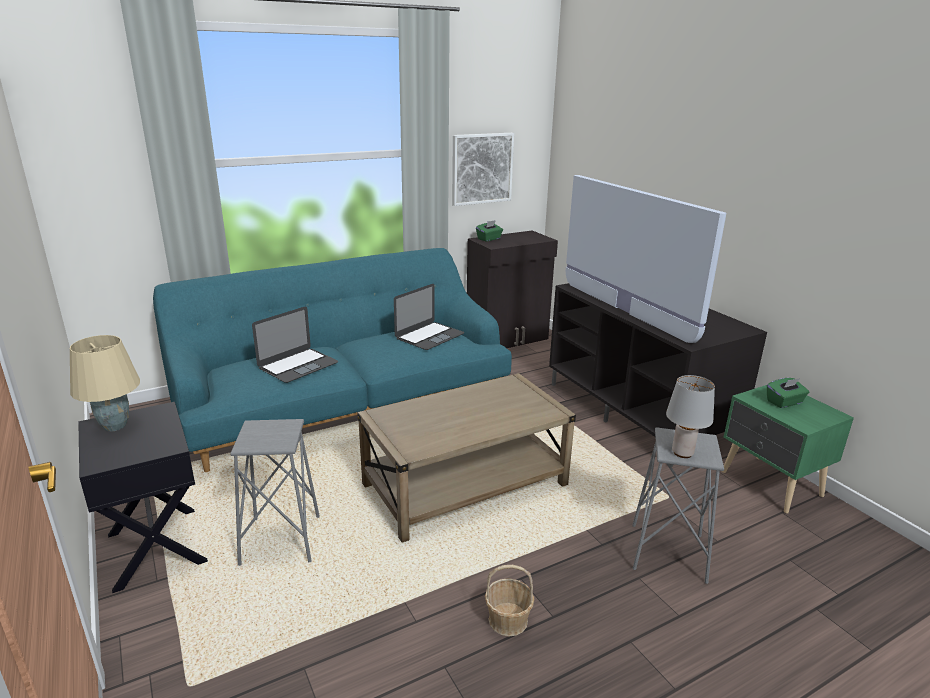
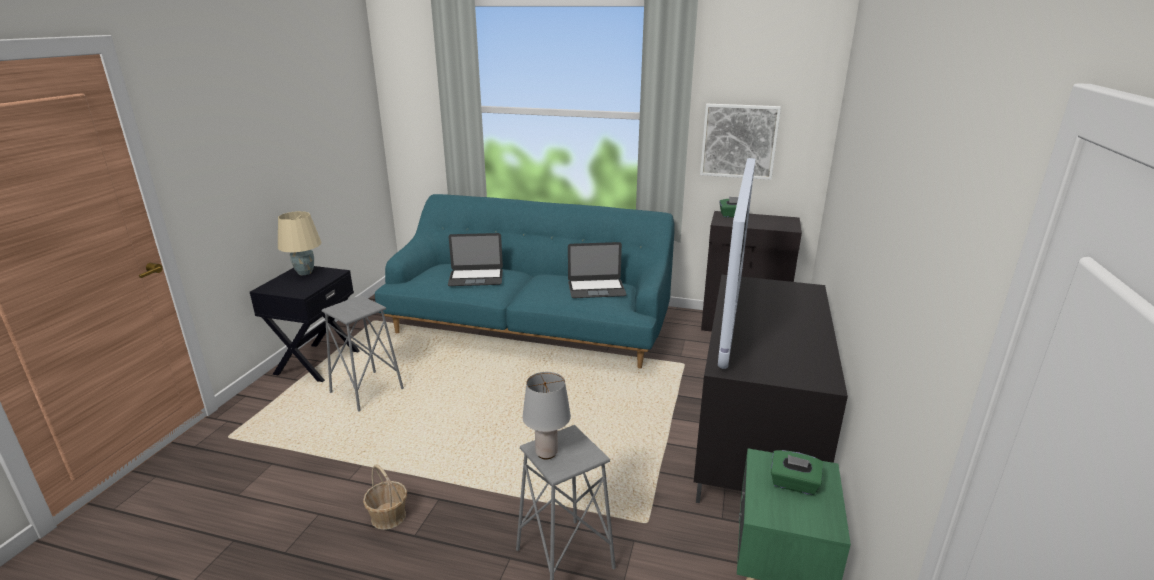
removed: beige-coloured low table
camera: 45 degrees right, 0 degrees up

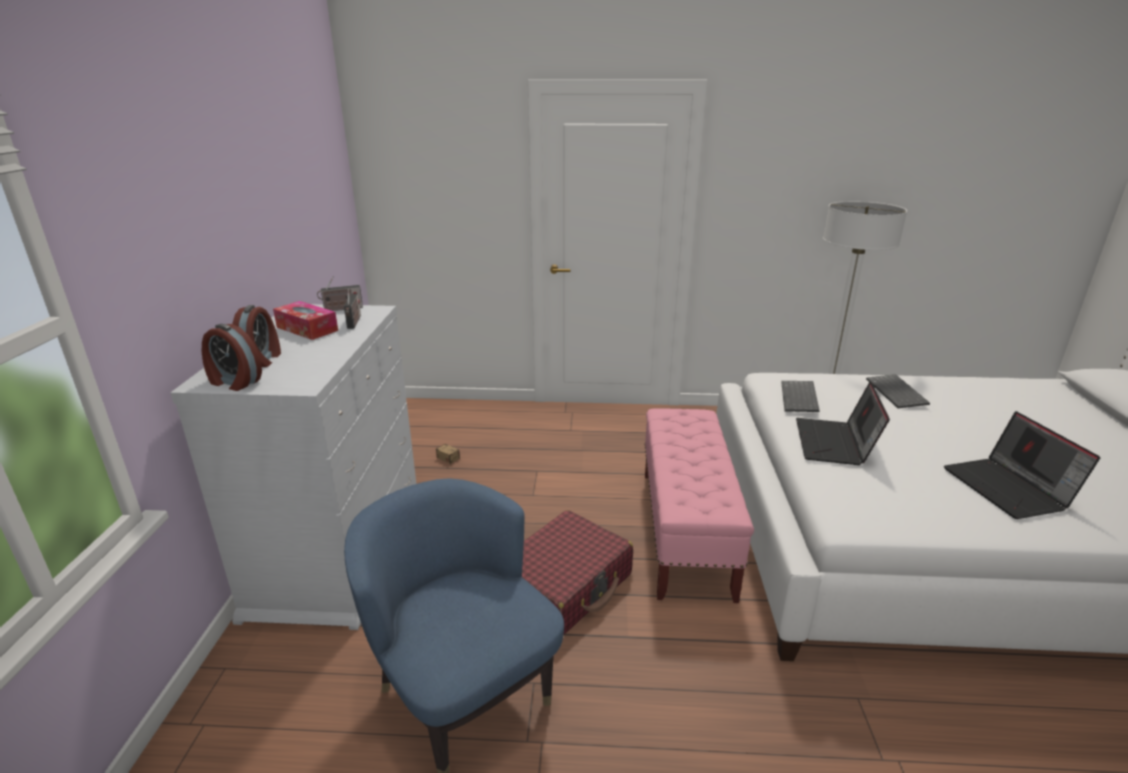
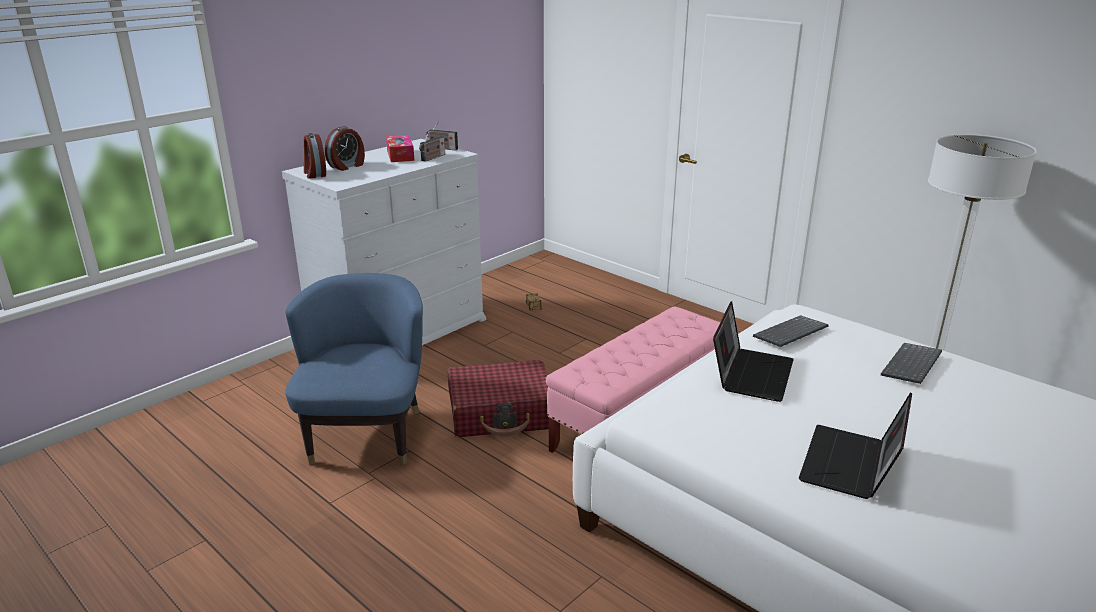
turned: notebook computer (1st from left) 150 degrees clockwise
camera: 40 degrees right, 0 degrees up

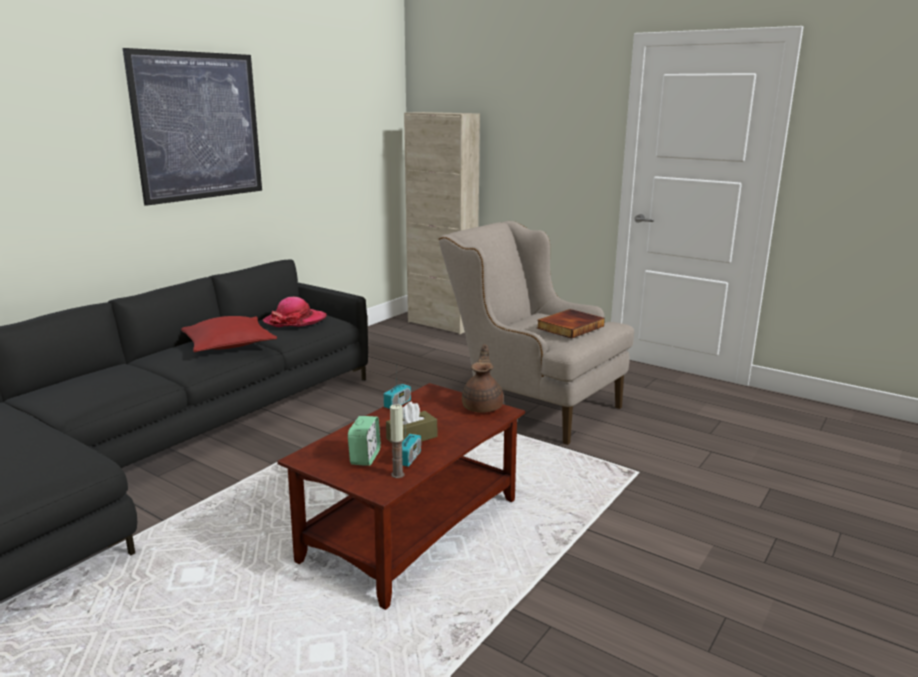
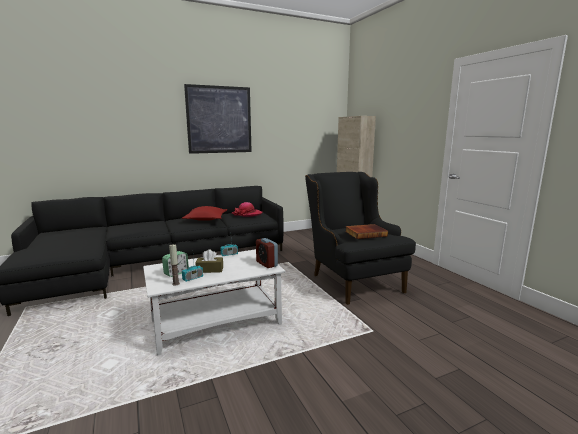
replaced: brown-coloured teapot to table clock (2nd from left)
recoloured: brown-coloured low table to white-coloured low table; beige-coloured easy chair to black easy chair
camera: 30 degrees right, 5 degrees down

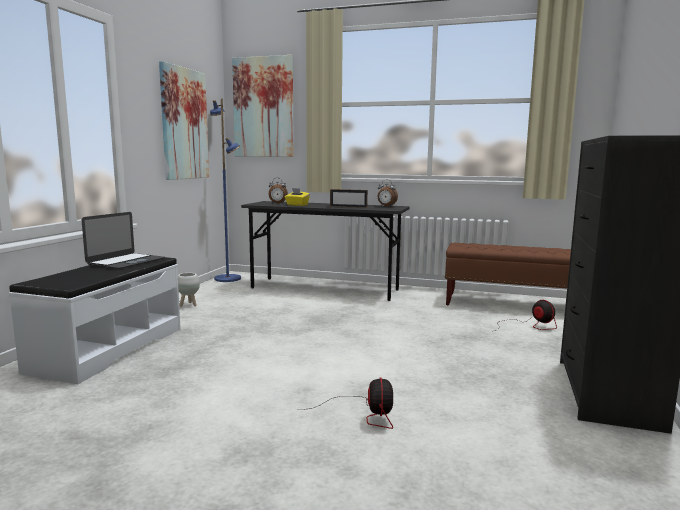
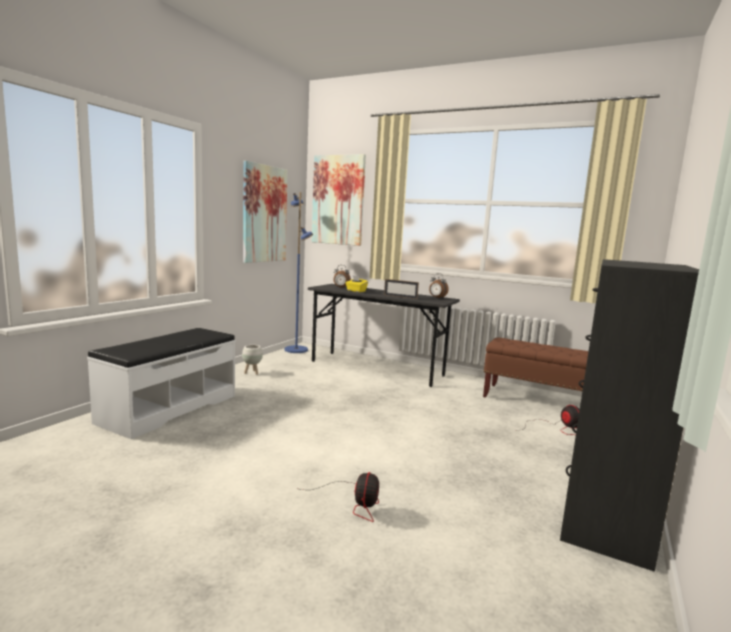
removed: notebook computer
camera: 10 degrees right, 0 degrees up

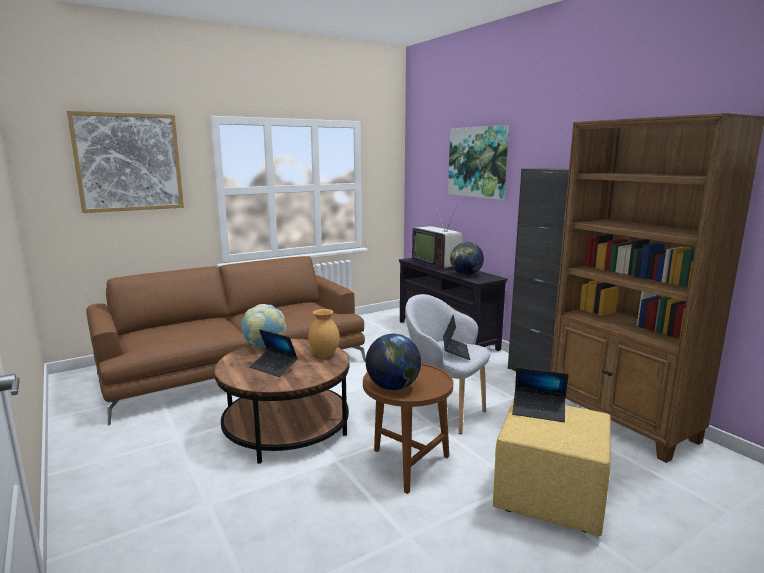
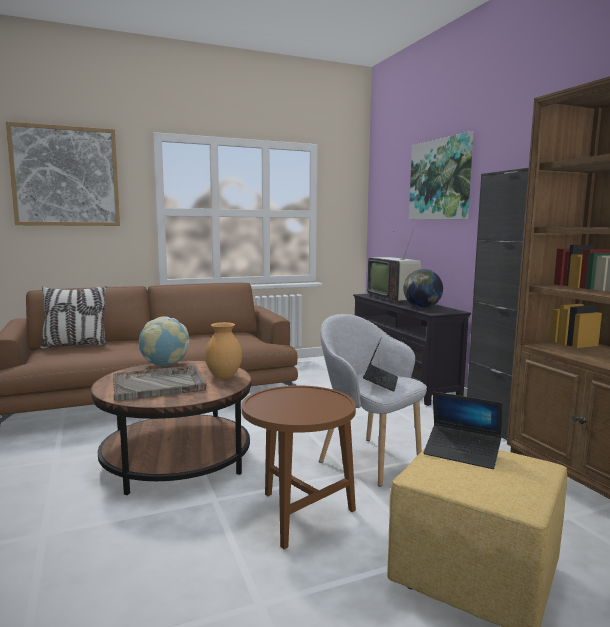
removed: globe (2nd from left)
added: pillow
replaced: notebook computer (1st from left) to gray tray
camera: 10 degrees right, 5 degrees down

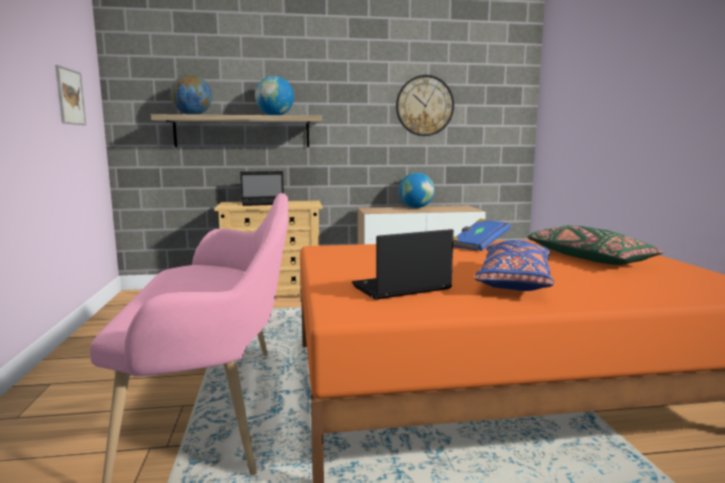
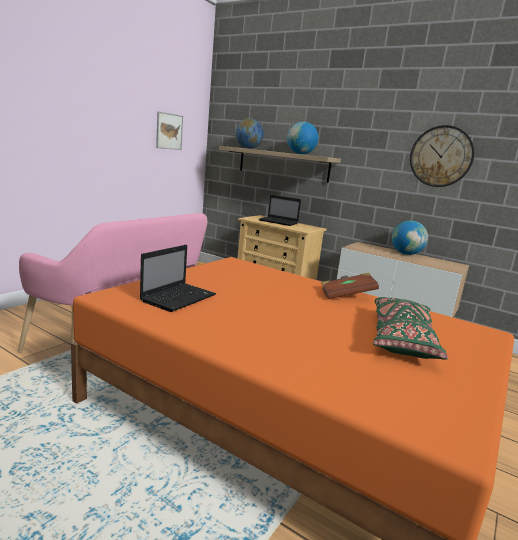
removed: blue-coloured pillow
recoloured: blue-coloured volume to brown-coloured volume
turned: notebook computer (2nd from left in the first image) 105 degrees clockwise
camera: 40 degrees right, 5 degrees up

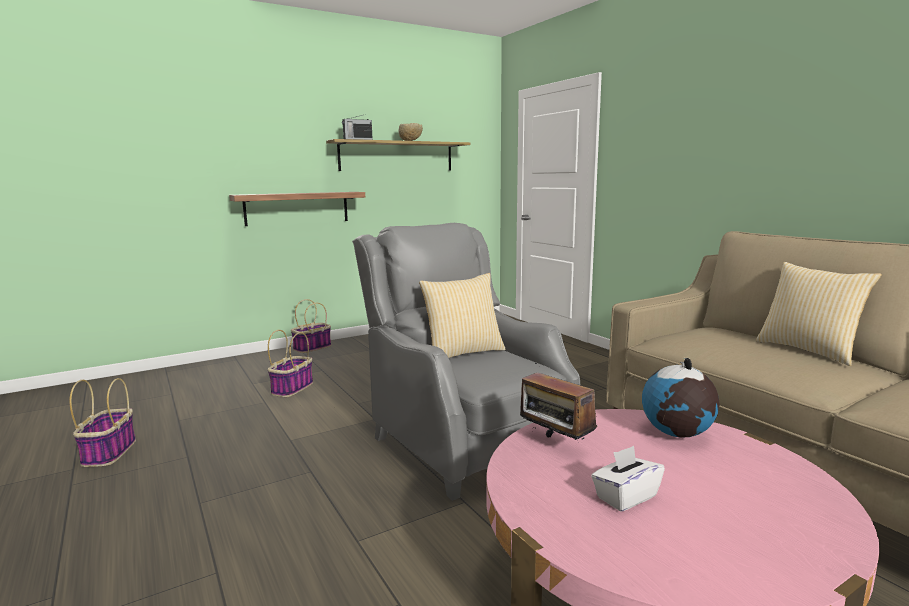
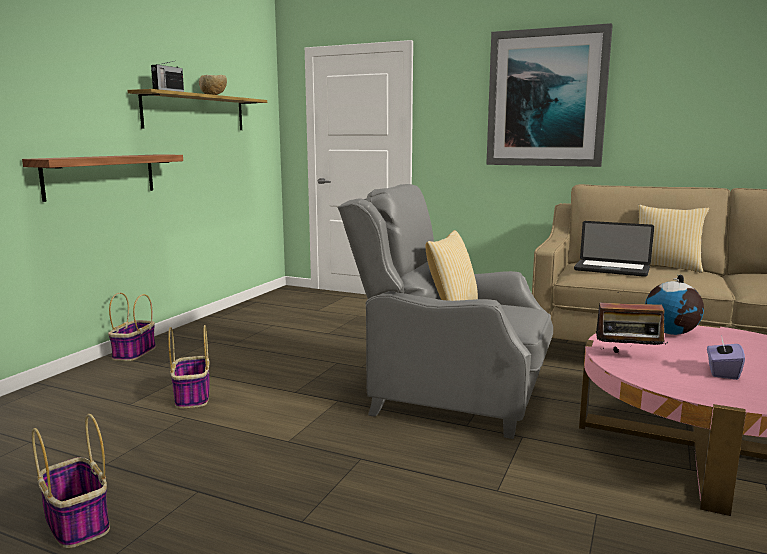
added: picture; notebook computer
recoloured: white-coloured box of tissues to purplish box of tissues
camera: 35 degrees left, 0 degrees up

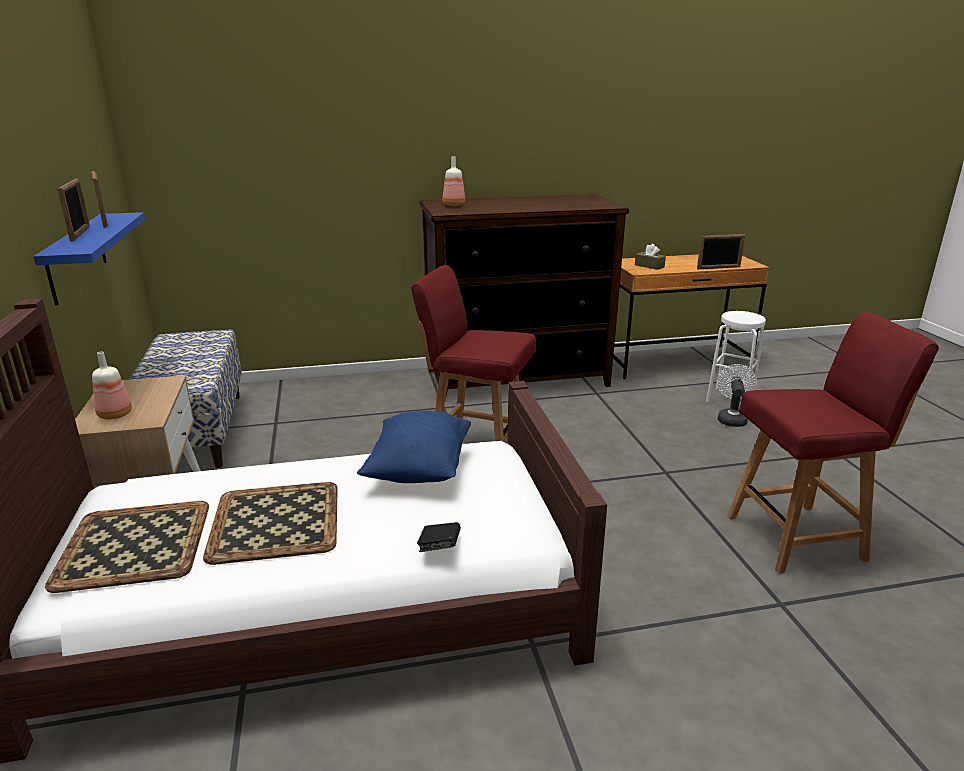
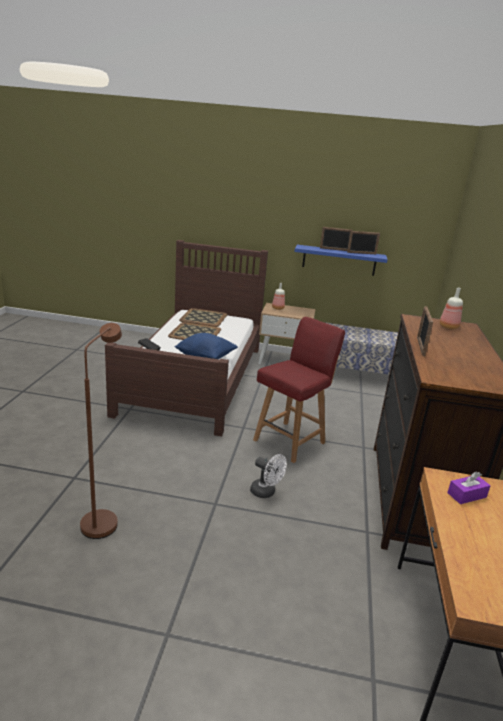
removed: white-coloured stool
moved: photo frame (3rd from left); white-coloured electric fan
replaced: reddish chair (2nd from left) to brown-coloured standing lamp
recoloured: brown-coloured box of tissues to purplish box of tissues
camera: 110 degrees right, 0 degrees up

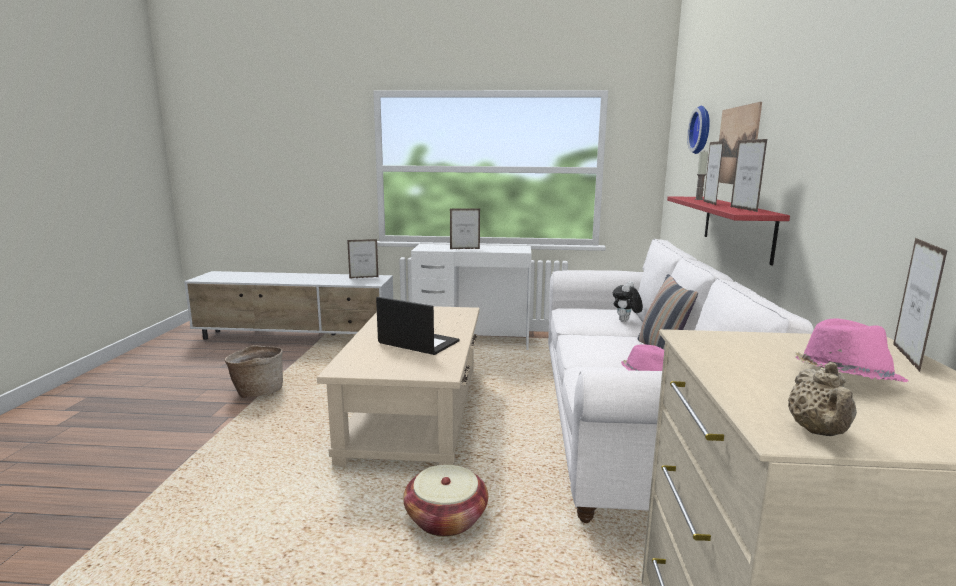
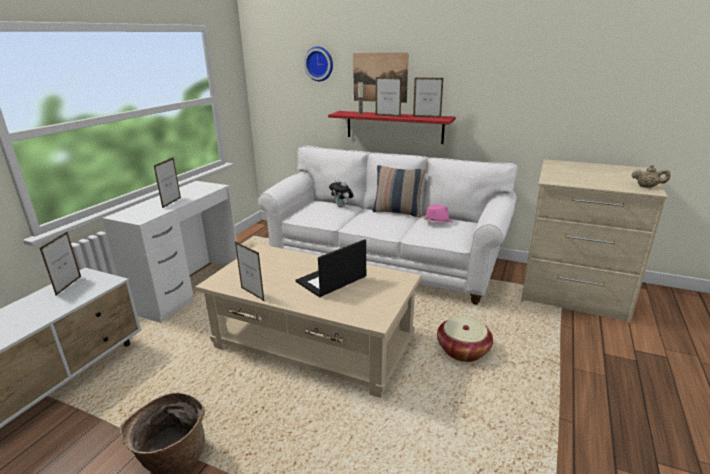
removed: pink clothing hat (2nd from left)
moved: photo frame (5th from left in the first image) to photo frame (3rd from left)
camera: 70 degrees left, 10 degrees up

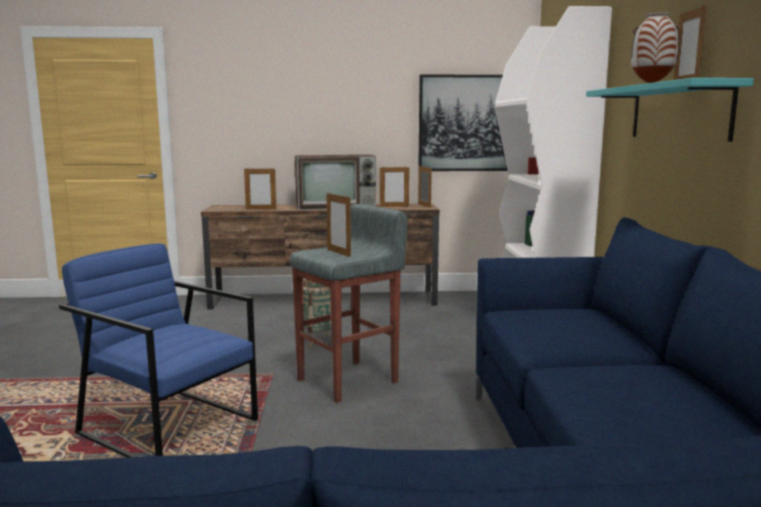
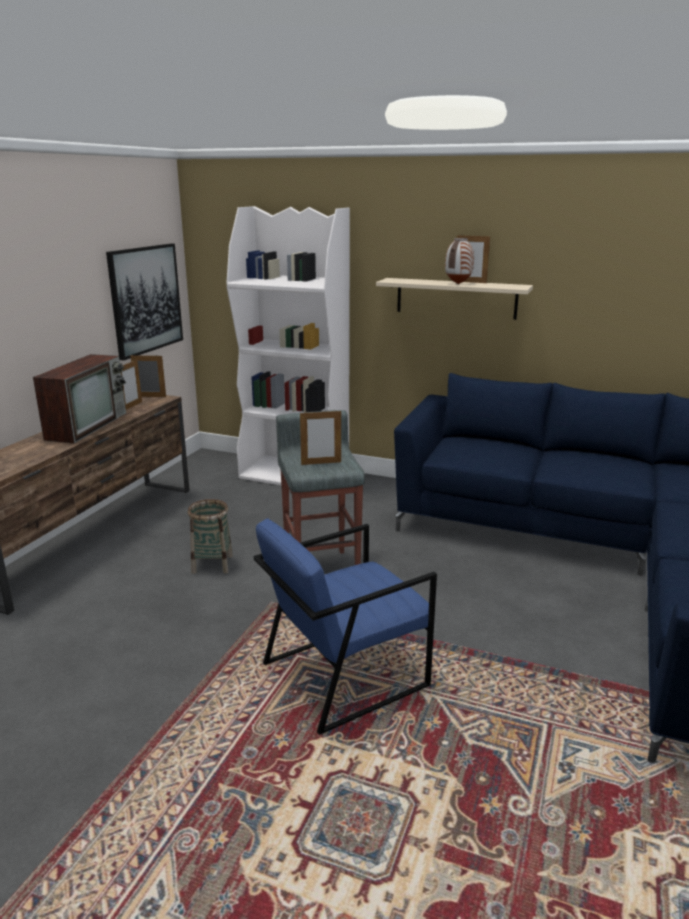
removed: photo frame (1st from left)
recoloured: turquoise-coloured shelf to beige-coloured shelf
camera: 65 degrees left, 10 degrees up

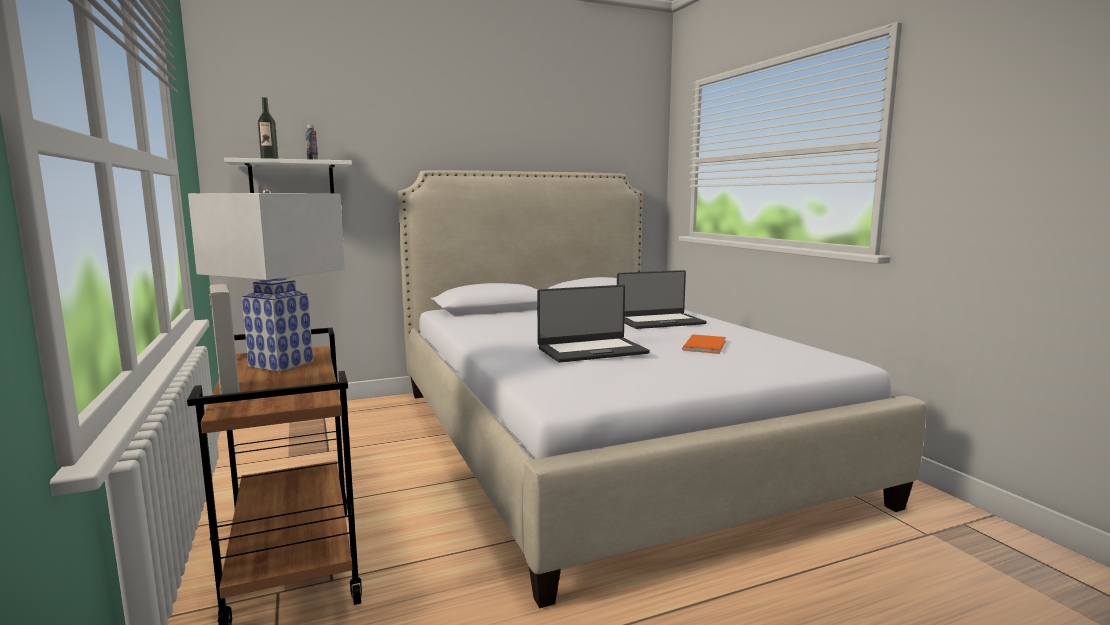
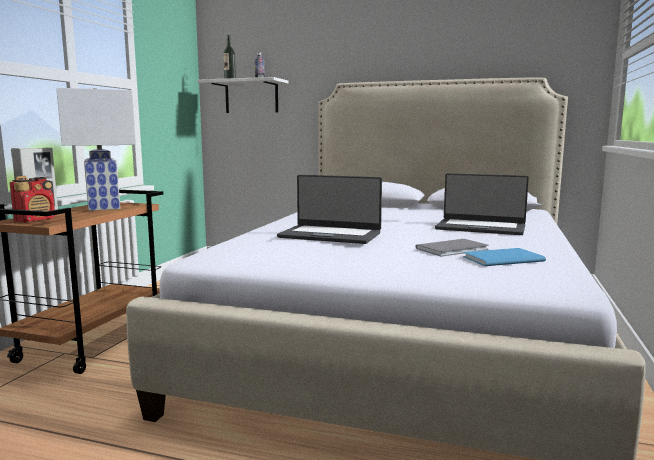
added: radio receiver; blue-coloured volume
recoloured: orange-coloured volume to gray volume
camera: 40 degrees right, 0 degrees up

